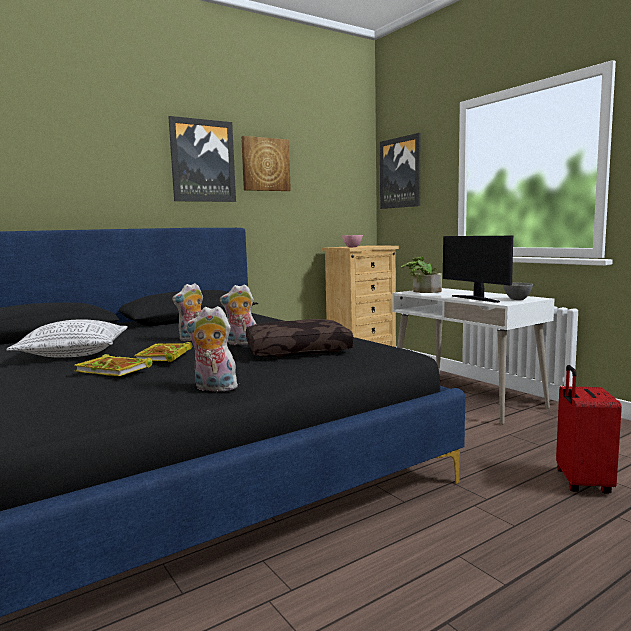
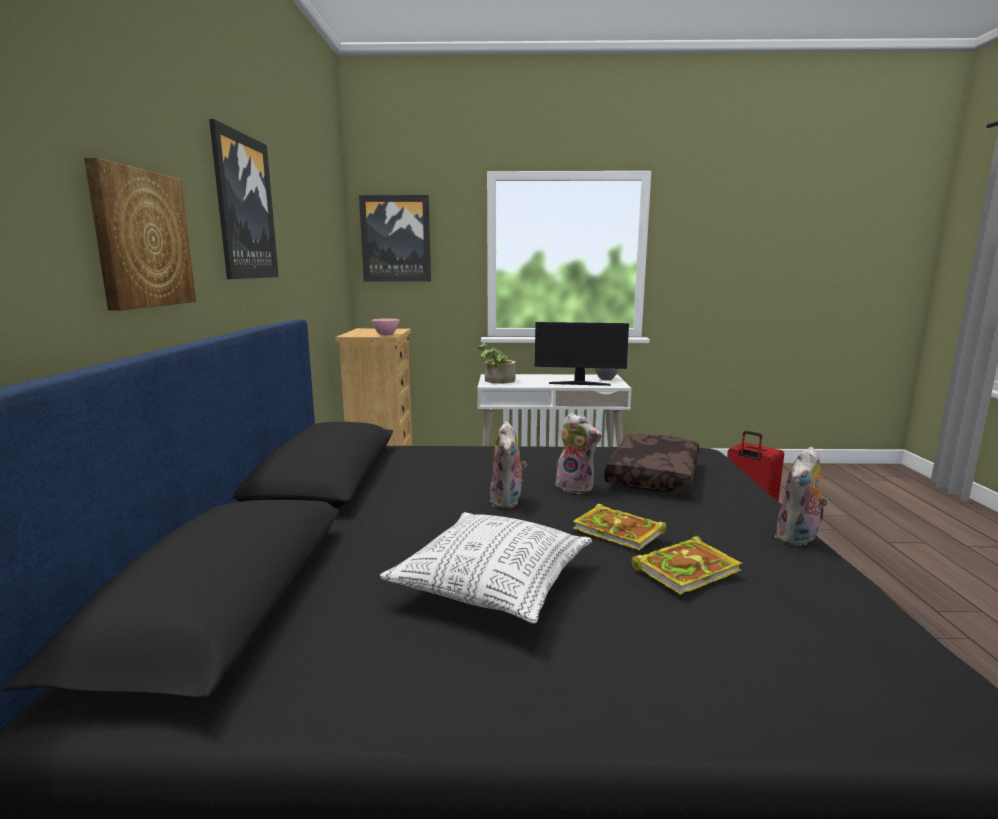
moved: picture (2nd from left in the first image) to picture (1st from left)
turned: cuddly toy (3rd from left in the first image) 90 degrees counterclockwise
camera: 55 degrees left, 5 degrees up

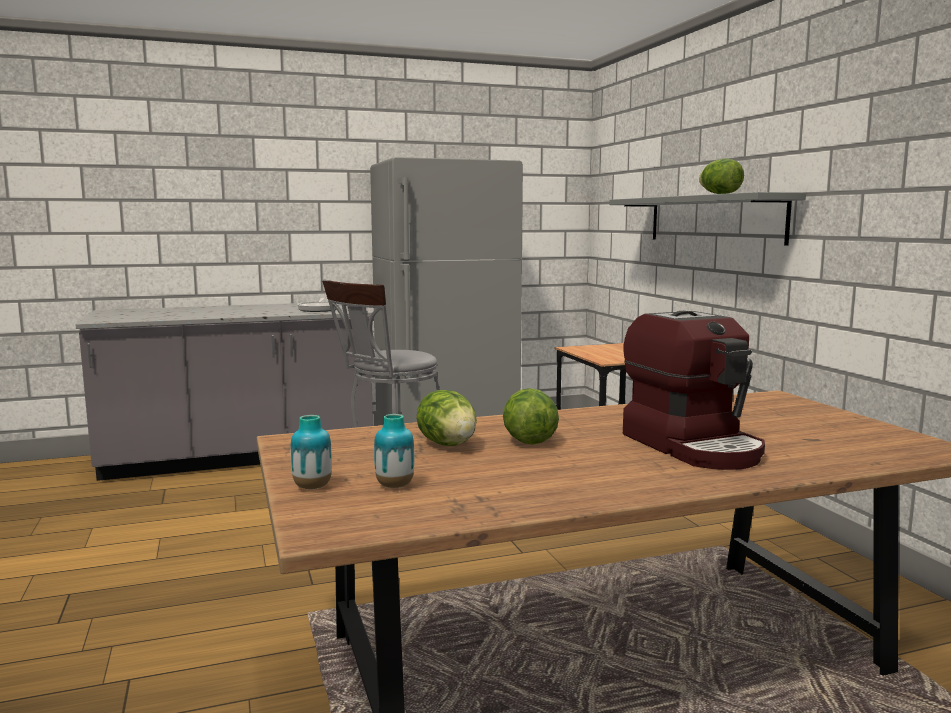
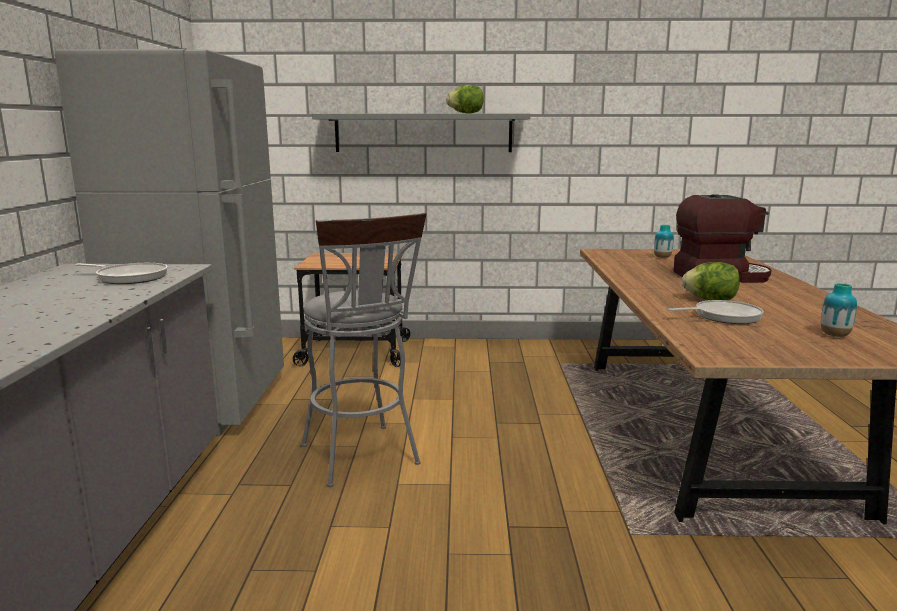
moved: decorative vase (1st from left)
replaced: lettuce (1st from left) to skillet (2nd from left)
camera: 70 degrees left, 5 degrees up

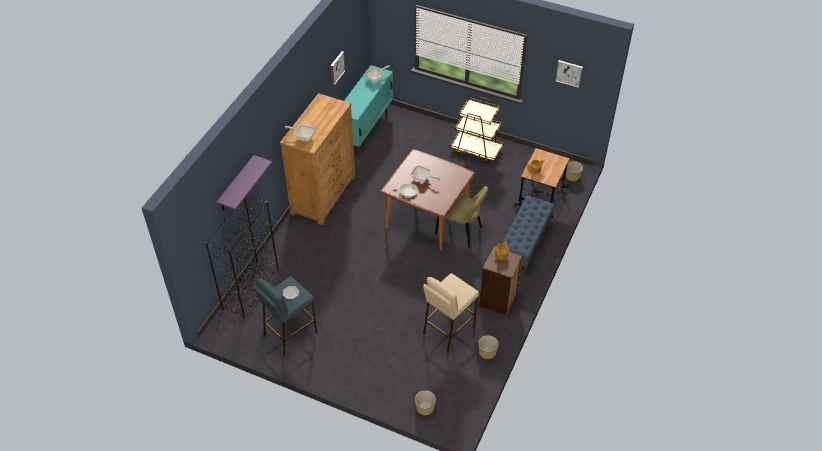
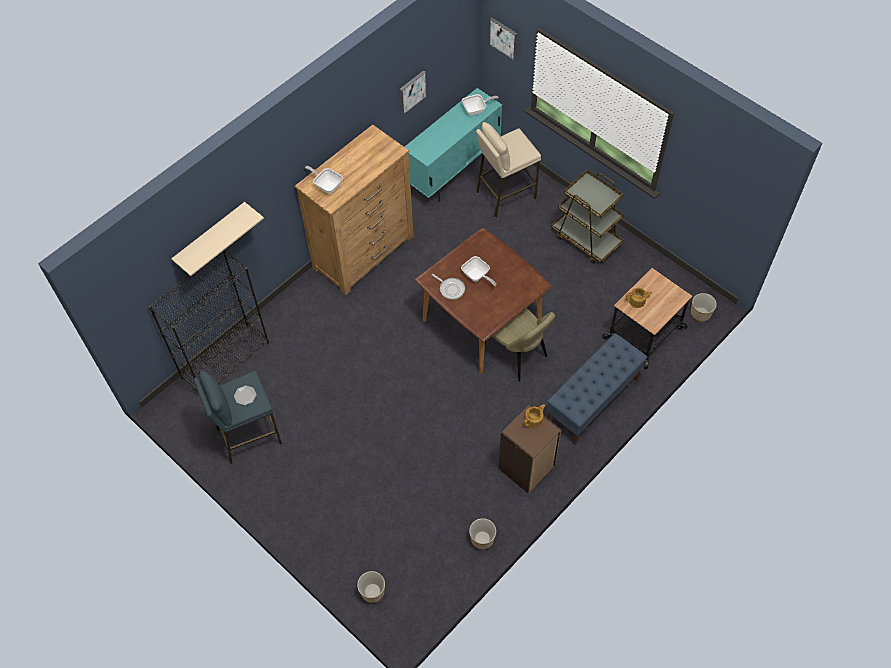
moved: beige-coloured stool; picture (2nd from left)
recoloured: purplish shelf to beige-coloured shelf
camera: 20 degrees right, 10 degrees up

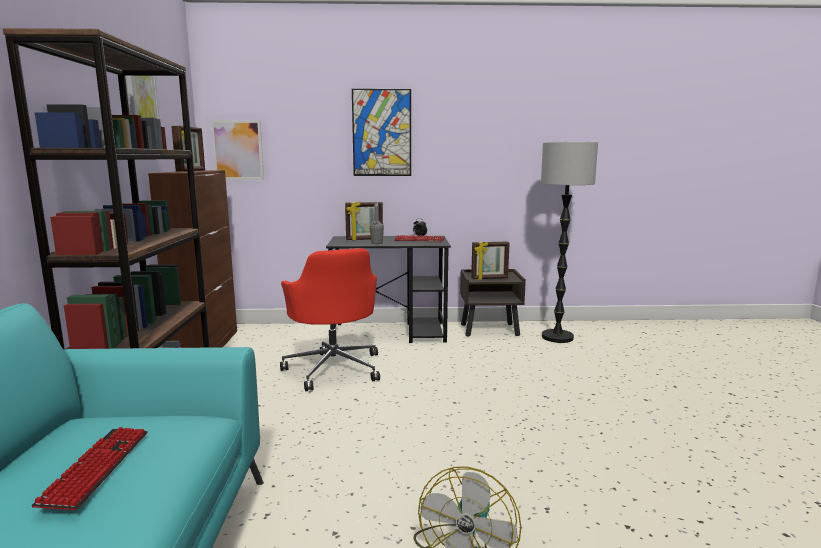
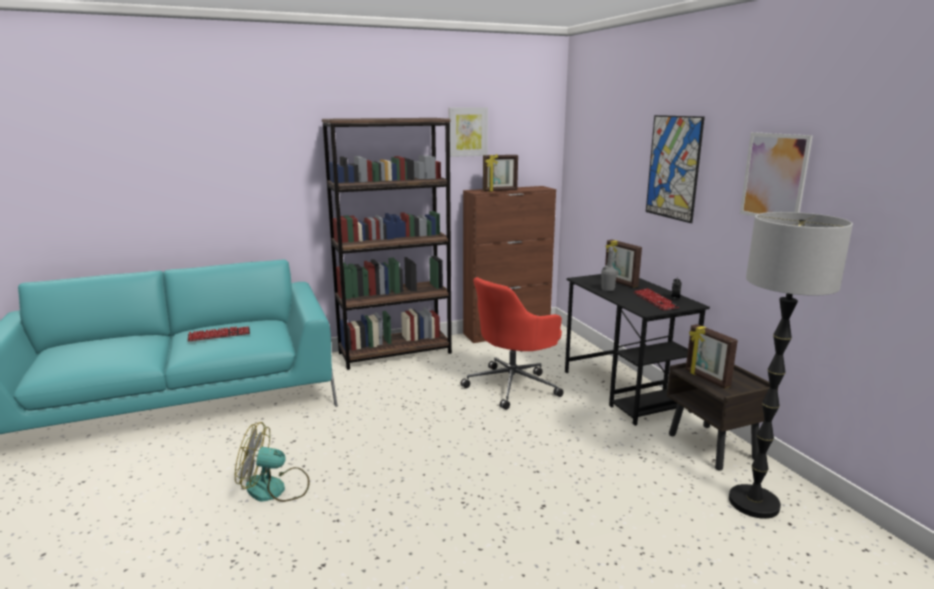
moved: picture (2nd from left in the first image) to picture (3rd from left)
camera: 70 degrees right, 5 degrees up

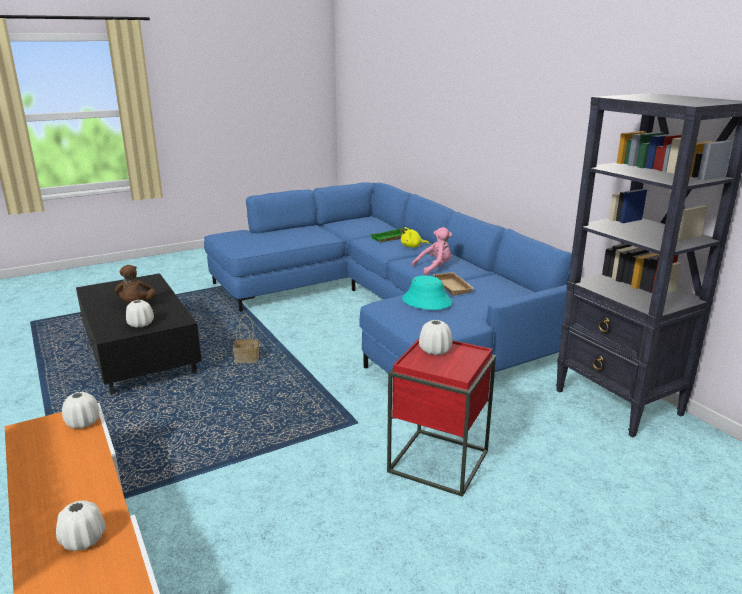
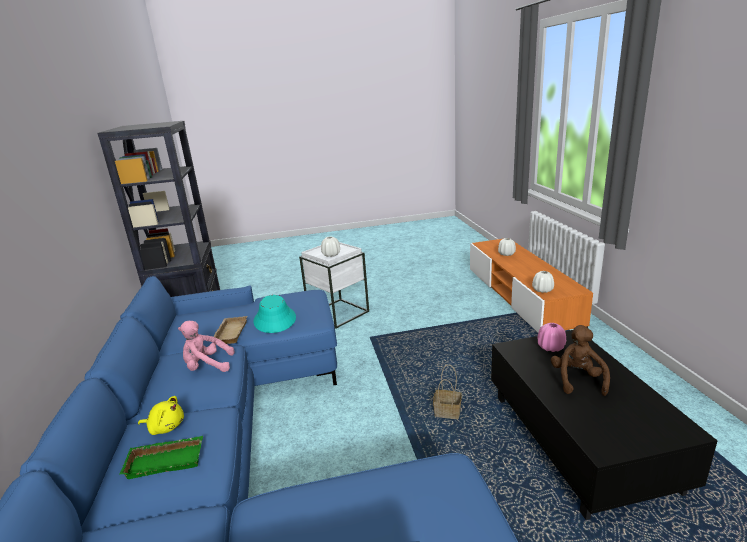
recoloured: white-coloured decorative vase (3rd from left) to pink decorative vase; reddish accent table to white-coloured accent table
camera: 160 degrees left, 0 degrees up

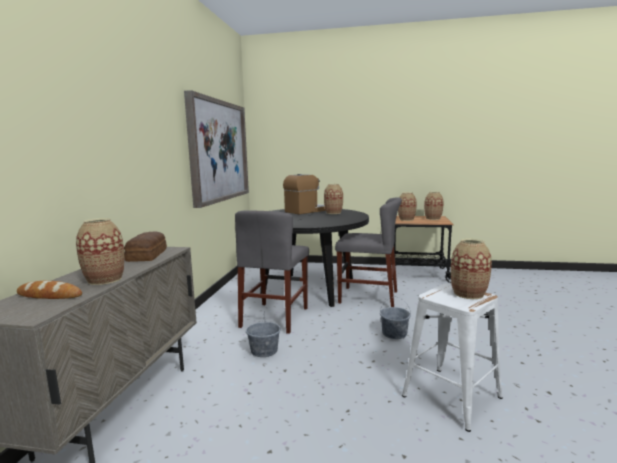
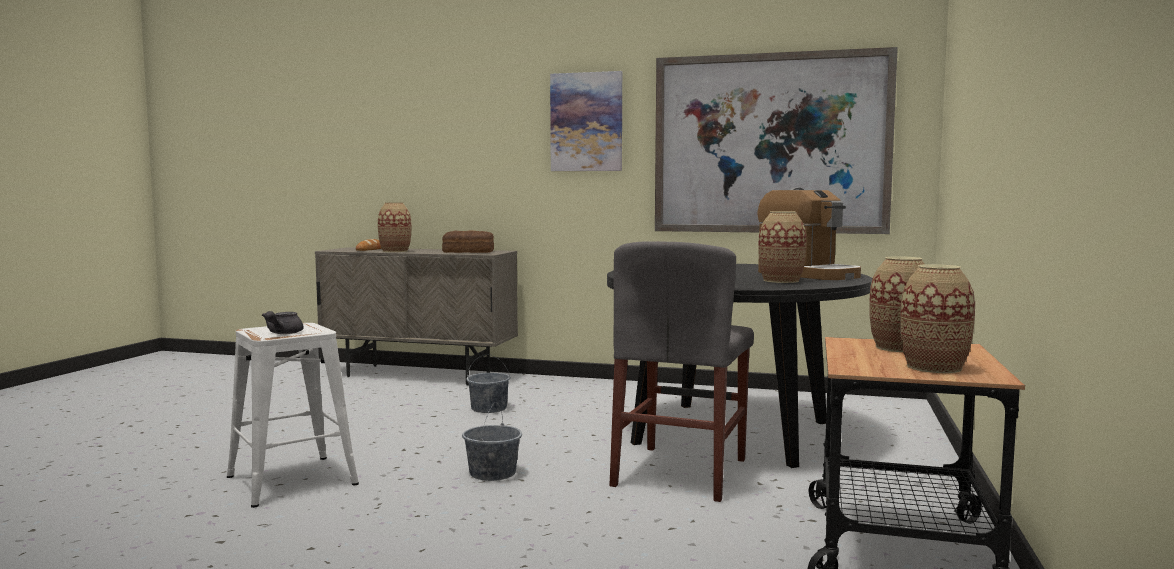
removed: gray chair (1st from left)
added: picture (1st from left)
replaced: decorative vase (5th from left) to gray teapot
camera: 95 degrees right, 5 degrees down

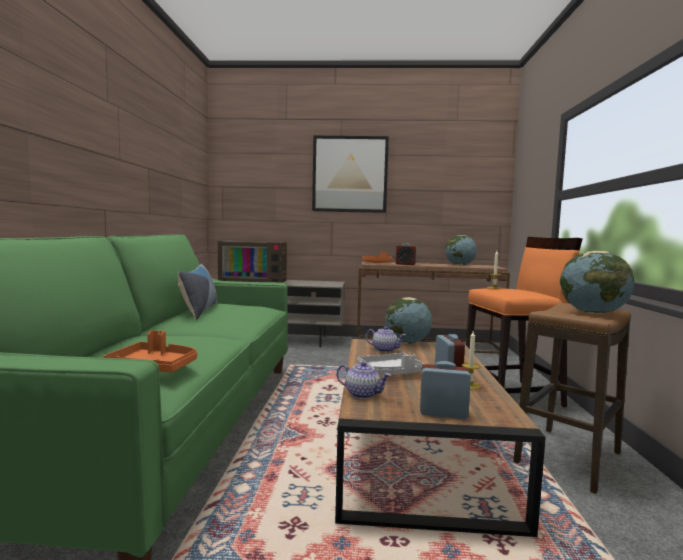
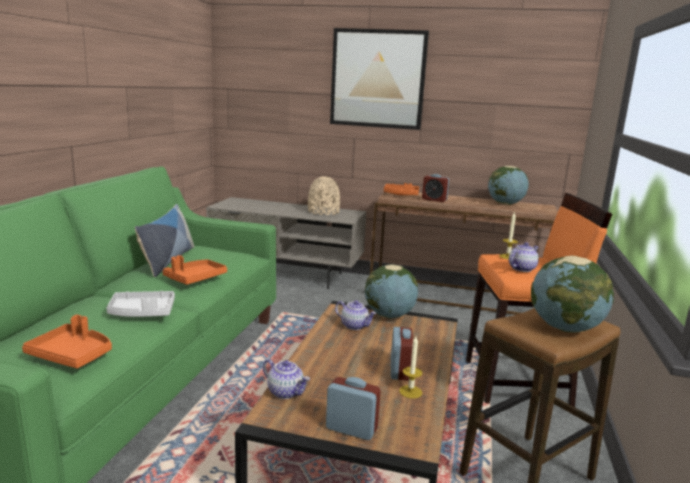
removed: TV set
added: orange-coloured tray (2nd from left); beige-coloured decorative vase; teapot (3rd from left)
moved: gray tray
camera: 10 degrees right, 10 degrees up

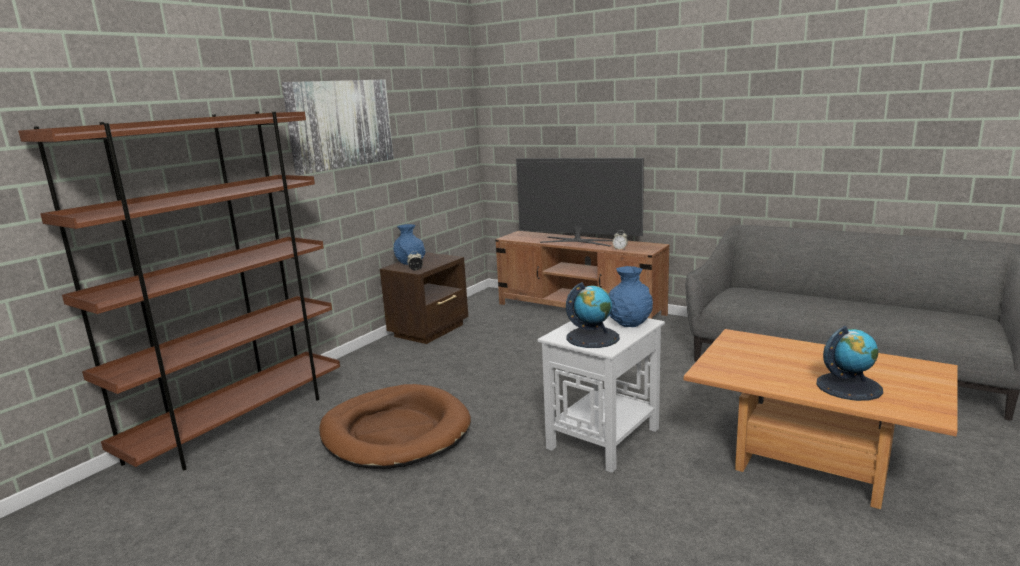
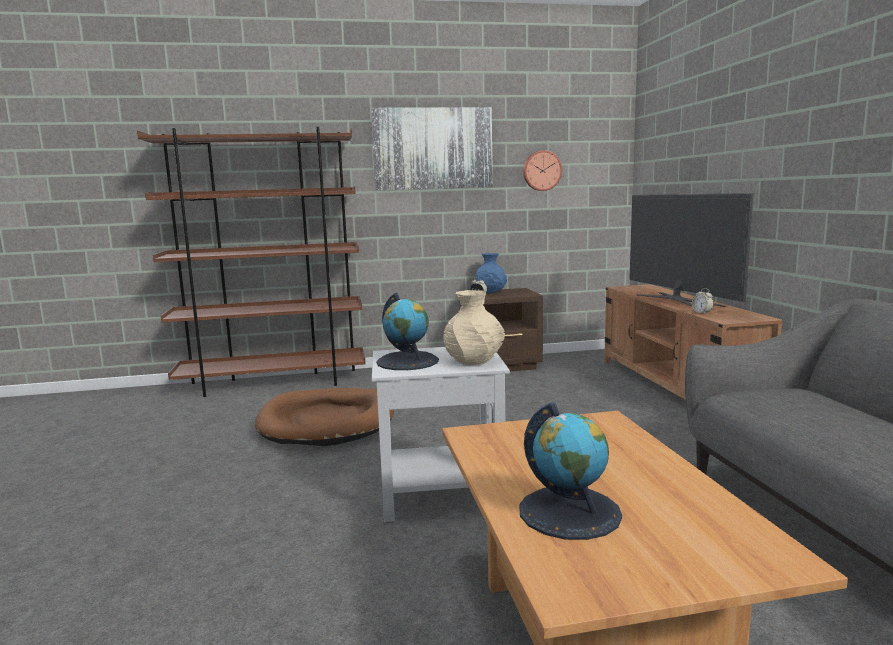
added: clock on the wall
recoloured: blue-coloured decorative vase (2nd from left) to beige-coloured decorative vase
camera: 45 degrees right, 5 degrees down

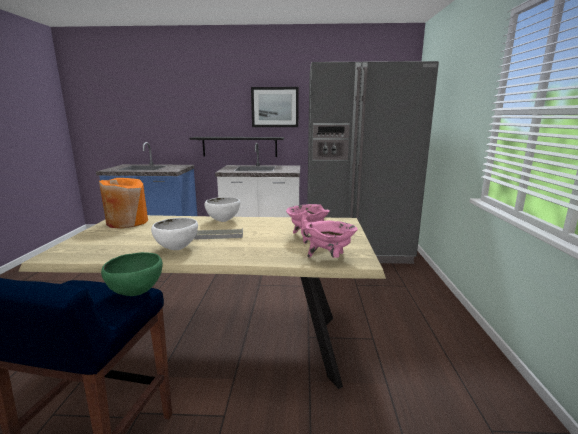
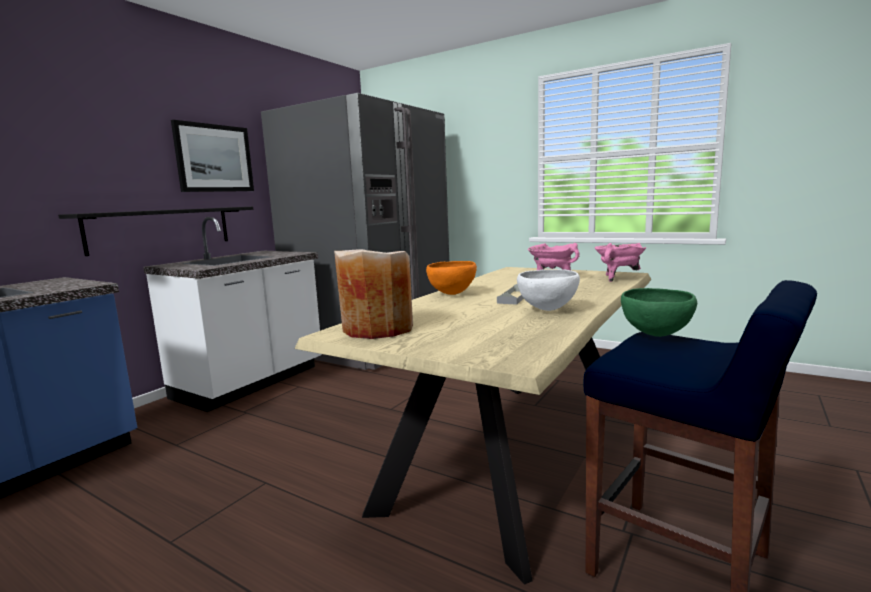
recoloured: orange-coloured decorative vase to beige-coloured decorative vase; white-coloured bowl (2nd from left) to orange-coloured bowl
camera: 60 degrees left, 5 degrees down

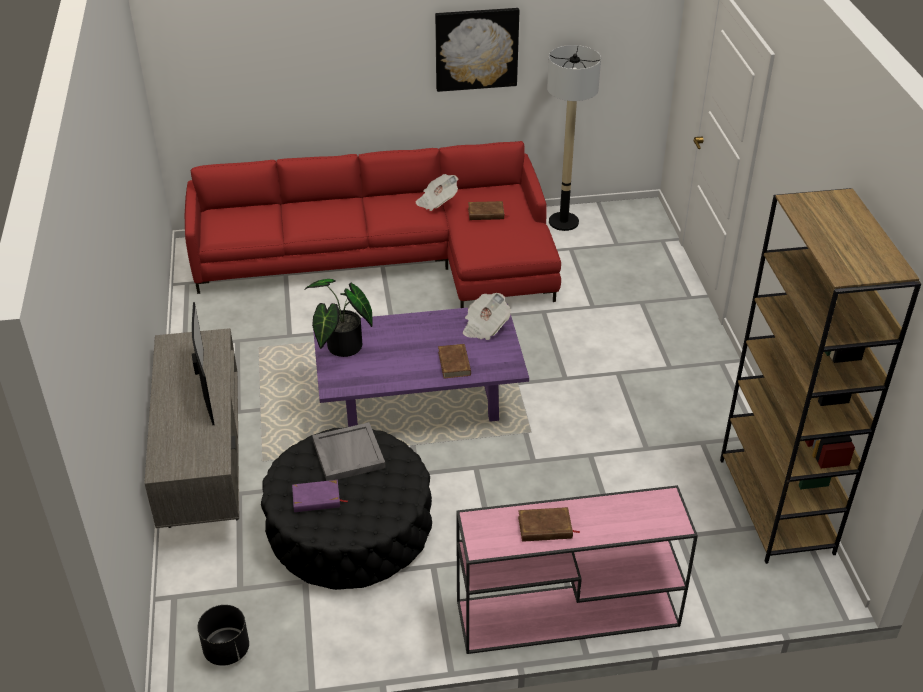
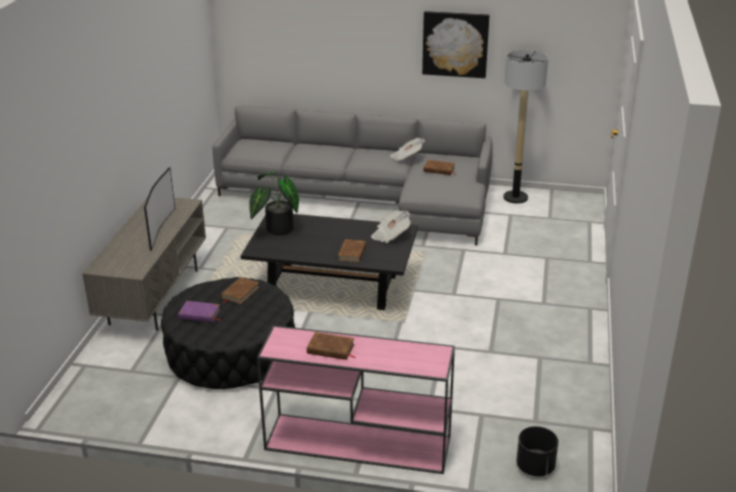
removed: brown-coloured bookshelf
moved: black flower pot
replaced: gray tray to brown-coloured volume (1st from left)
recoloured: reddish couch to gray couch; purplish low table to black low table
camera: 20 degrees right, 10 degrees down

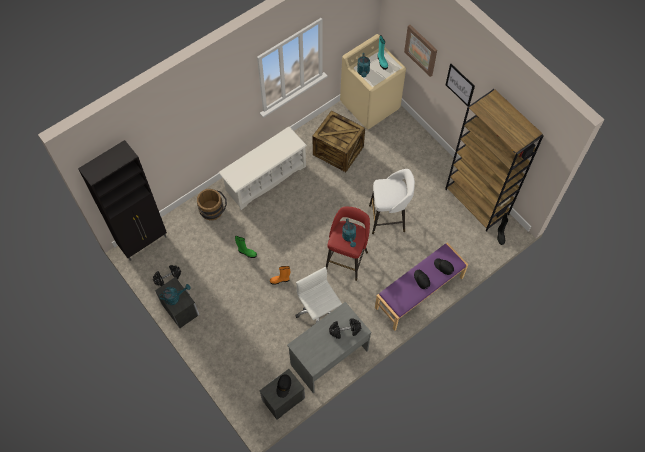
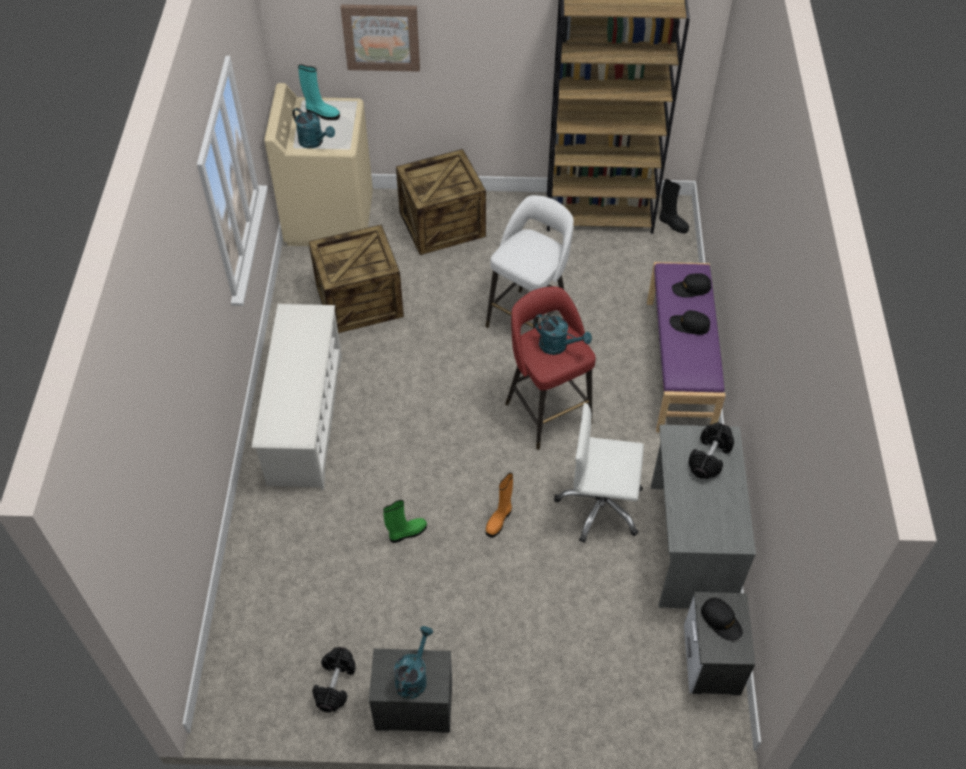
removed: black storage cabinet; brown-coloured pail; picture (2nd from left)
added: shipping crate (2nd from left)
camera: 50 degrees left, 10 degrees down

